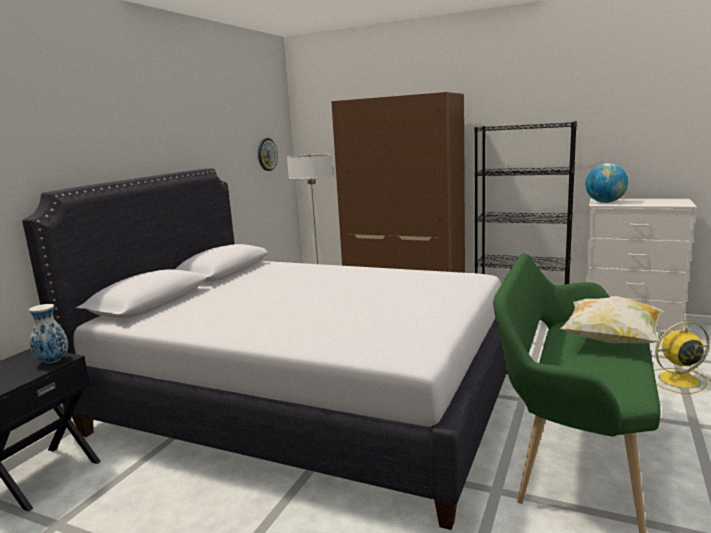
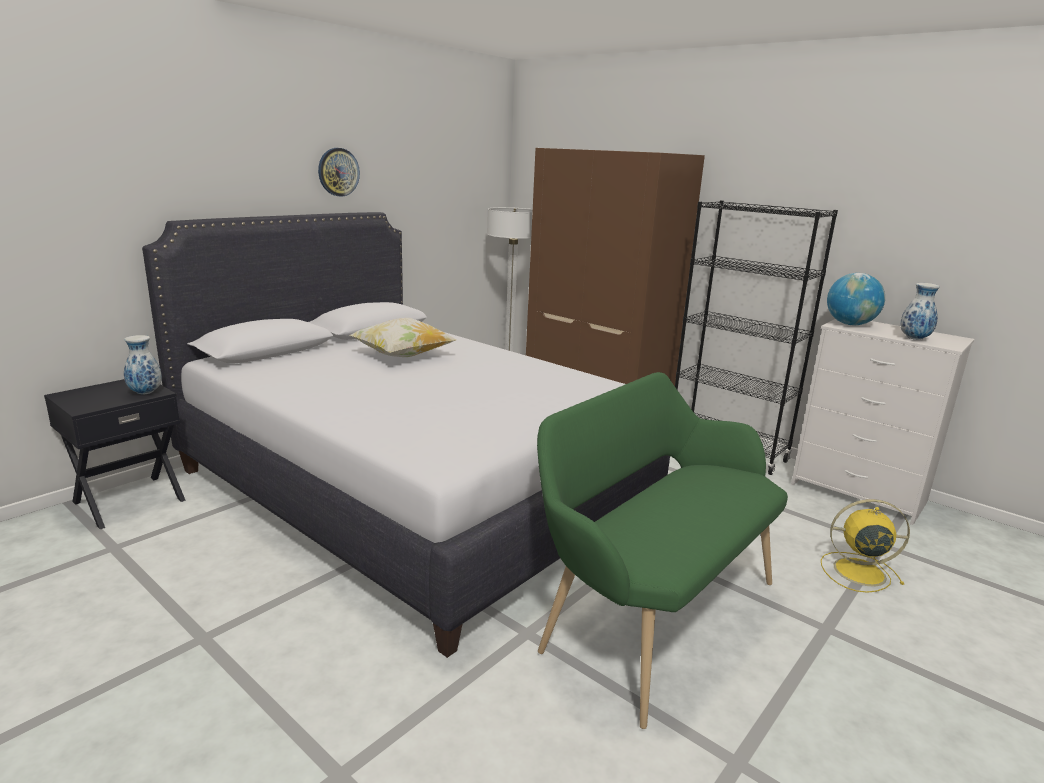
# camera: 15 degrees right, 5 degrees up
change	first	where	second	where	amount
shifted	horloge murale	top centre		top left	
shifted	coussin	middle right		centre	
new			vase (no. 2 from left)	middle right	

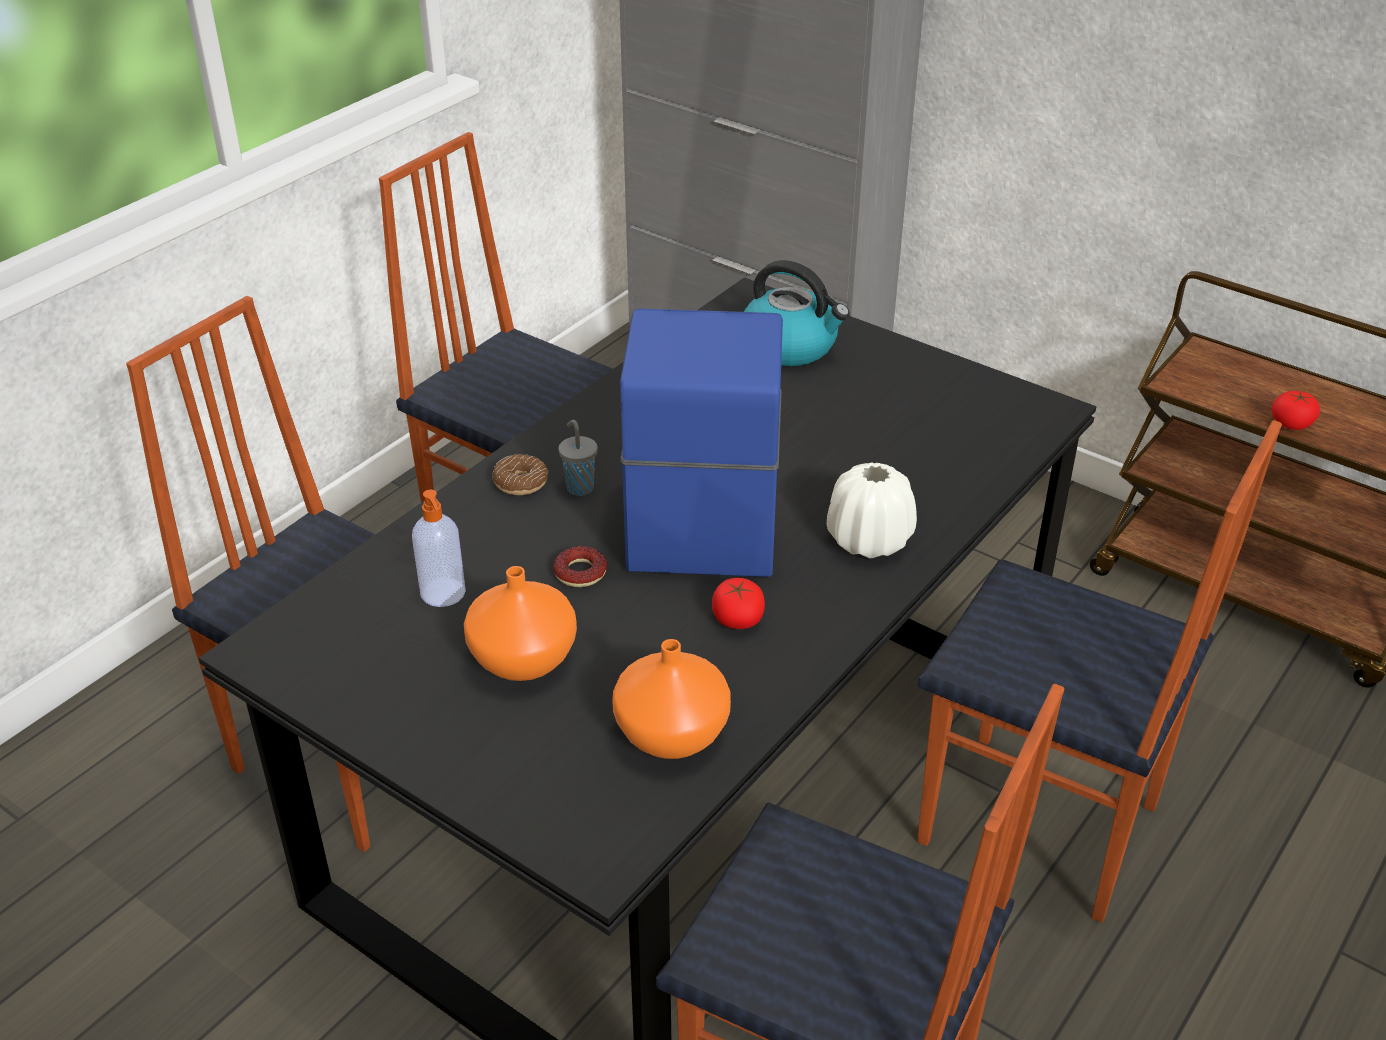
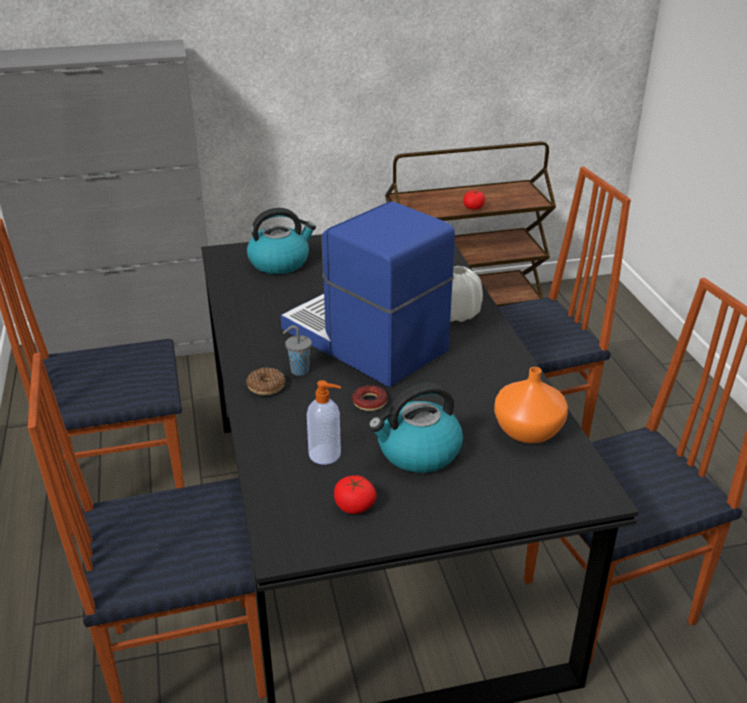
# camera: 50 degrees left, 5 degrees down
change	first	where	second	where	amount
shifted	tomate (no. 1 from left)	centre		bottom centre	
swapped	vase [orange] (no. 1 from left)	centre	bouilloire (no. 2 from left)	centre	

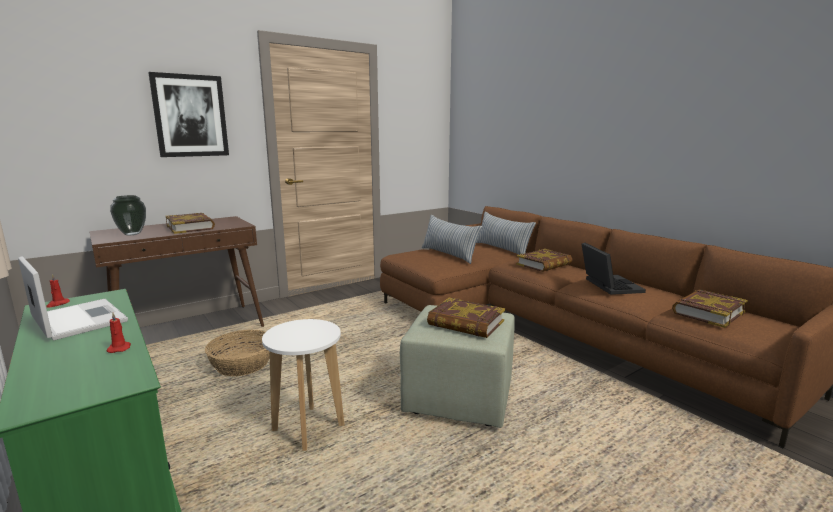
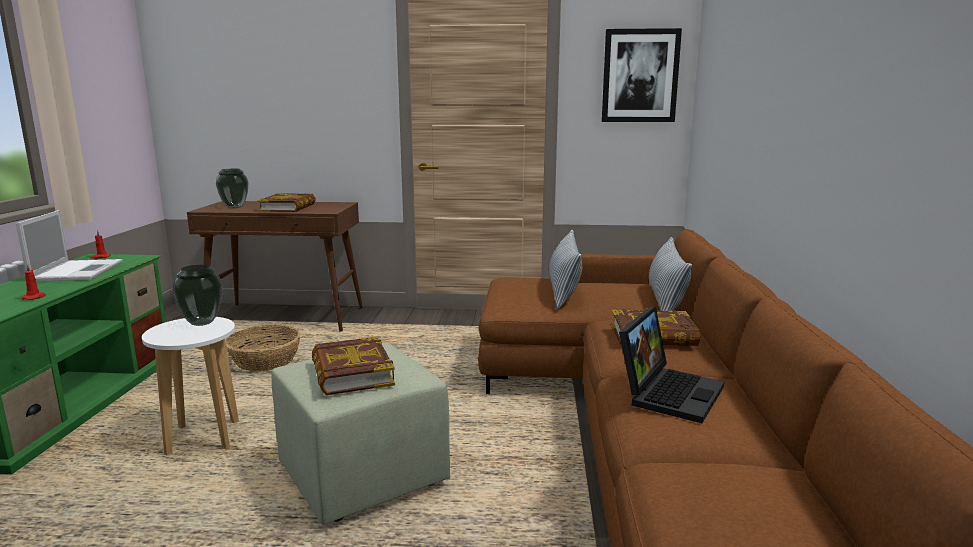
# camera: 40 degrees right, 0 degrees up
change	first	where	second	where	amount
new			vase (no. 1 from left)	middle left	
shifted	tableau	top left		top centre	
gone	livre (no. 4 from left)	middle right			

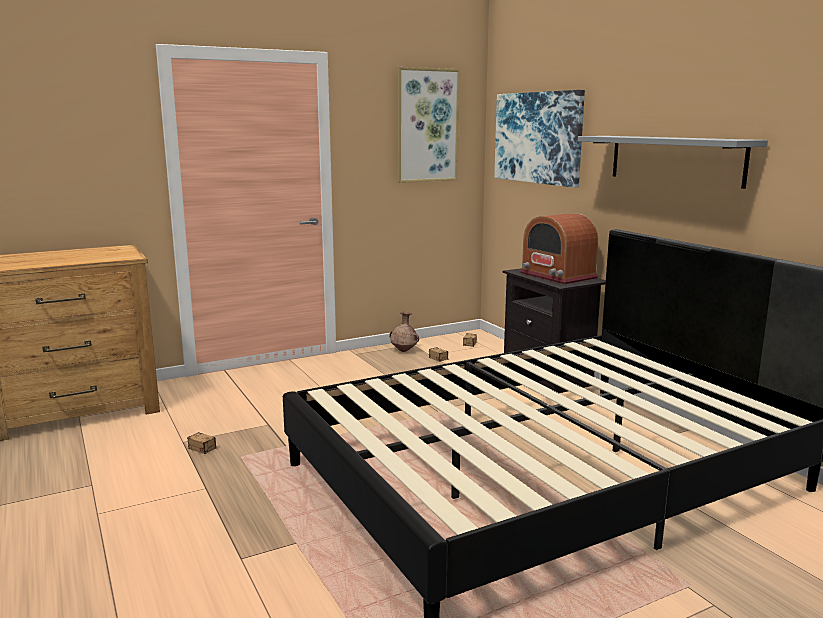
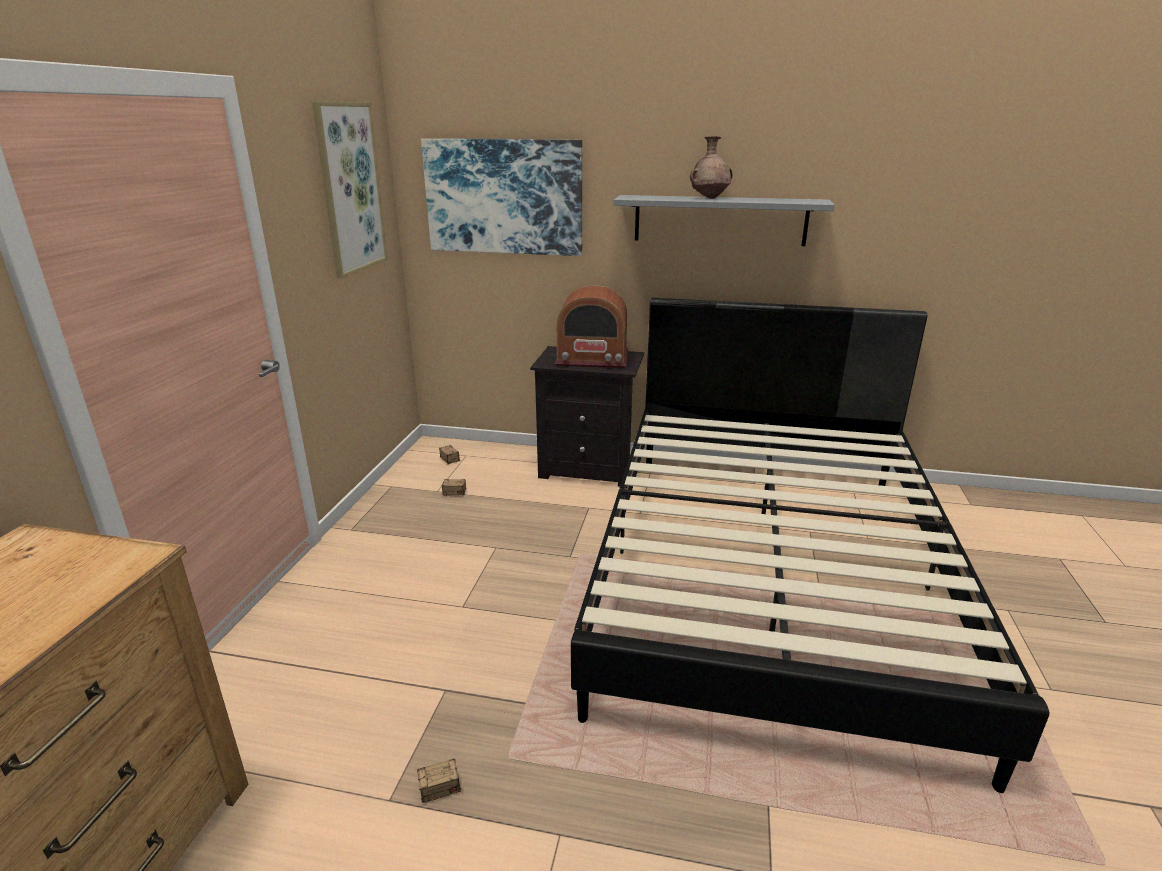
# camera: 50 degrees left, 10 degrees up
change	first	where	second	where	amount
shifted	vase [marron]	centre		top centre	

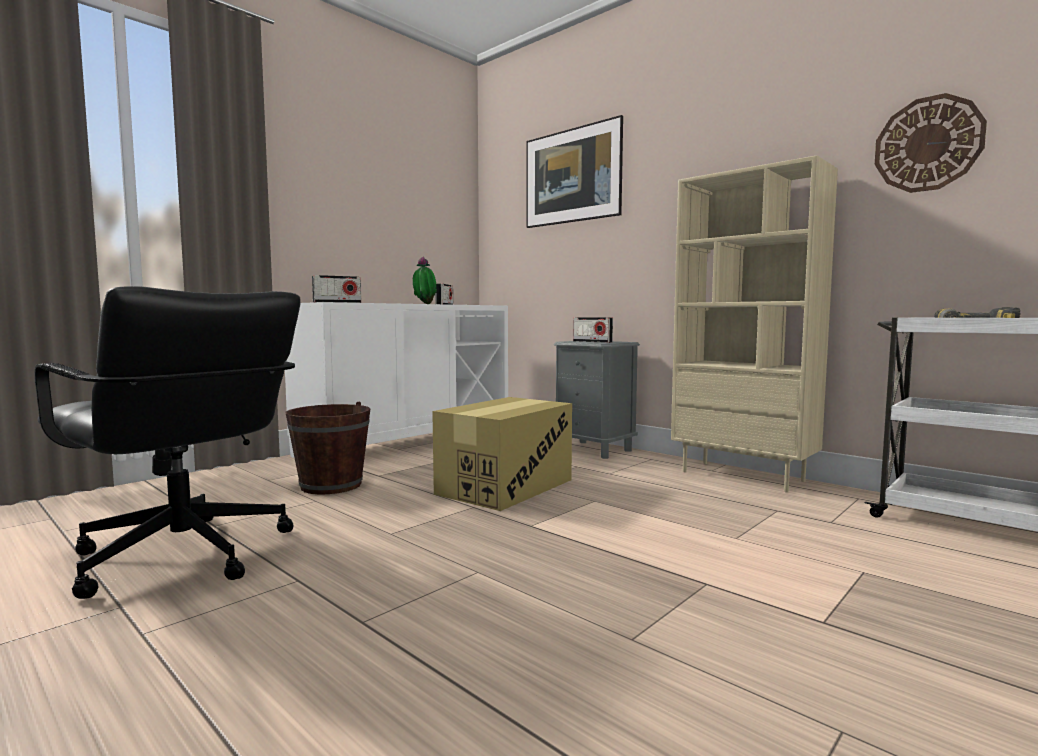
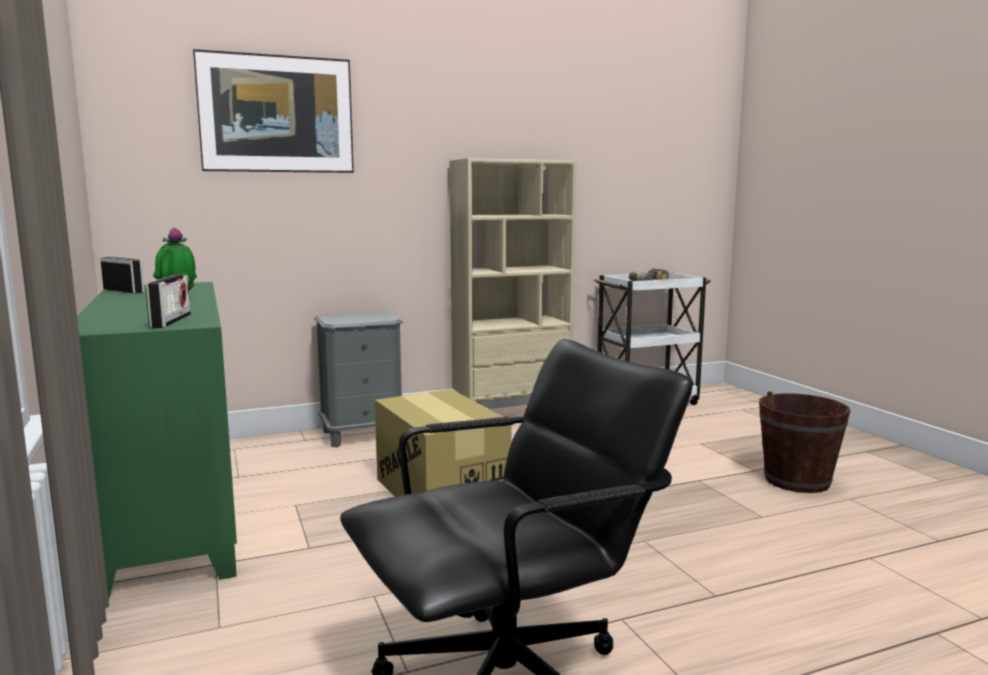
# camera: 65 degrees left, 5 degrees up
change	first	where	second	where	amount
repainted	meuble de rangement [blanc]	centre	meuble de rangement [vert]	middle left	
shifted	seau [marron]	middle left		middle right	
gone	radio (no. 3 from left)	centre			
gone	horloge murale	top right			

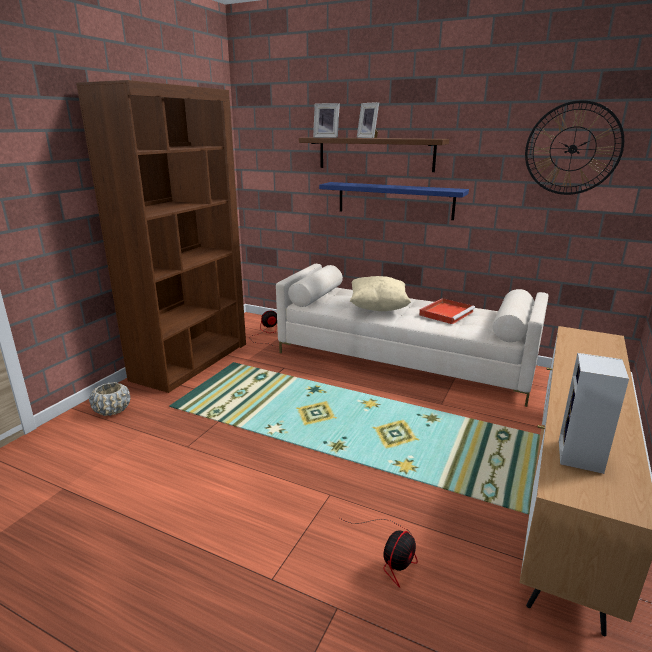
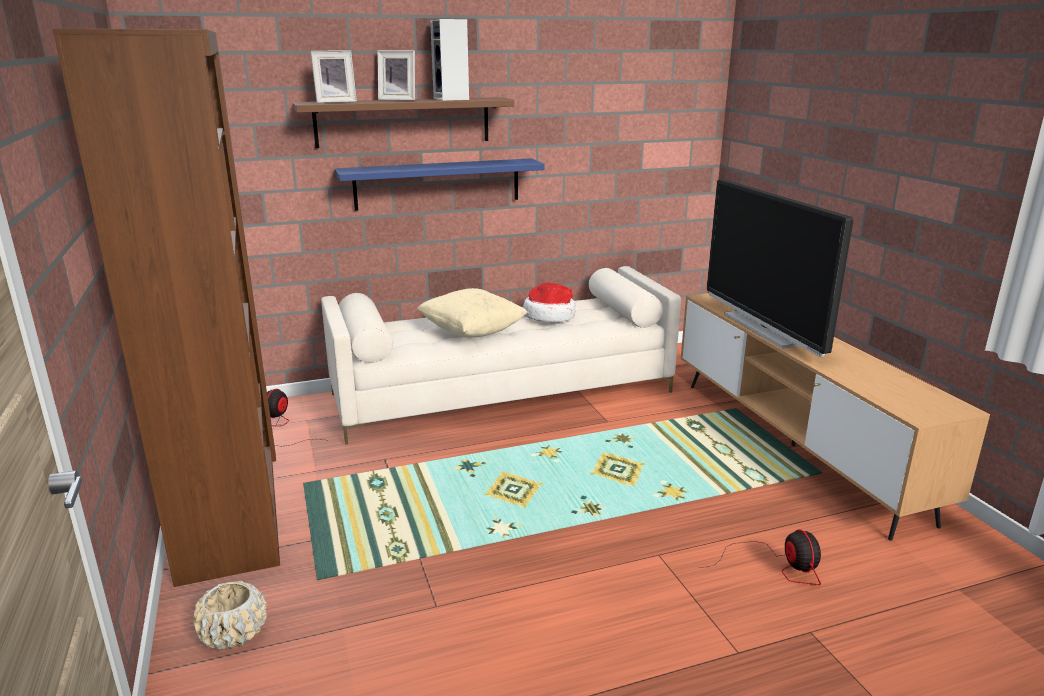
# camera: 45 degrees left, 0 degrees up
change	first	where	second	where	amount
shifted	enceinte	middle right		top centre	
swapped	plateau [rouge]	middle right	chapeau	centre	
new			téléviseur	middle right	
gone	horloge murale	top right			

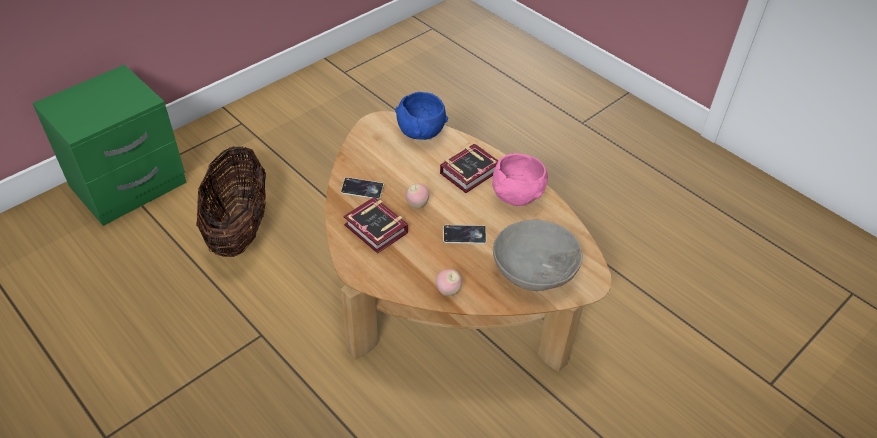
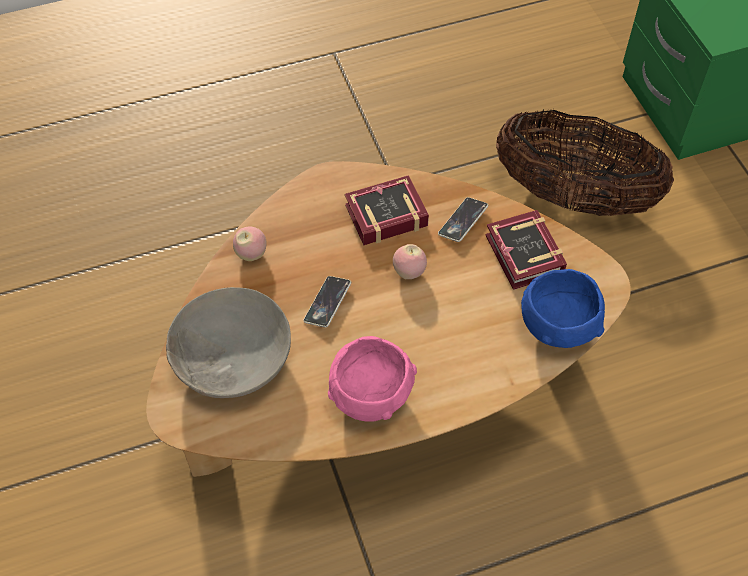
# camera: 115 degrees right, 10 degrees up
change	first	where	second	where	amount
shifted	livre (no. 2 from left)	centre		middle right	

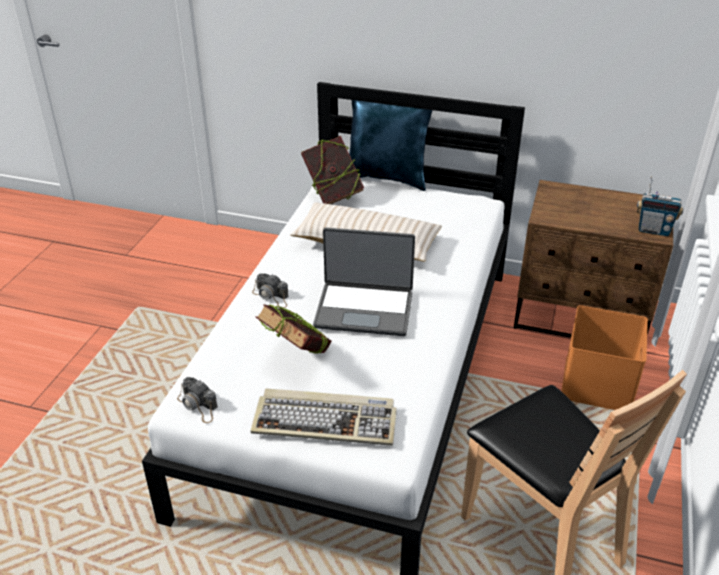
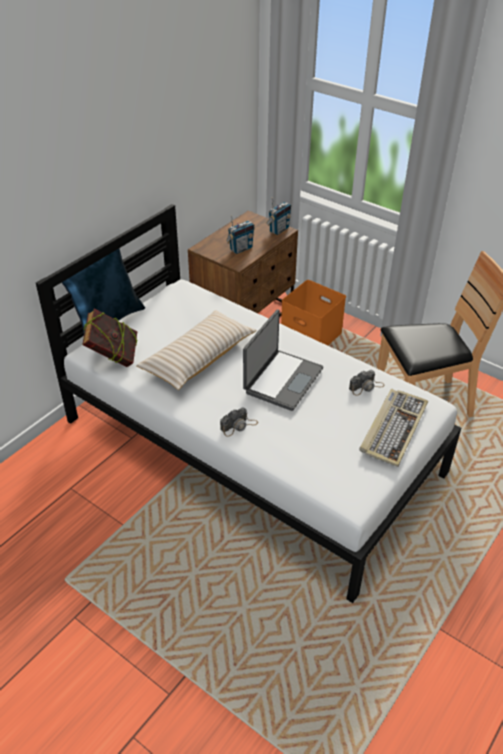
# camera: 70 degrees left, 5 degrees up
change	first	where	second	where	amount
new			radio (no. 1 from left)	top centre	
shifted	appareil photo (no. 1 from left in the first image)	bottom left	appareil photo (no. 2 from left)	middle right	
gone	livre (no. 1 from left)	centre			

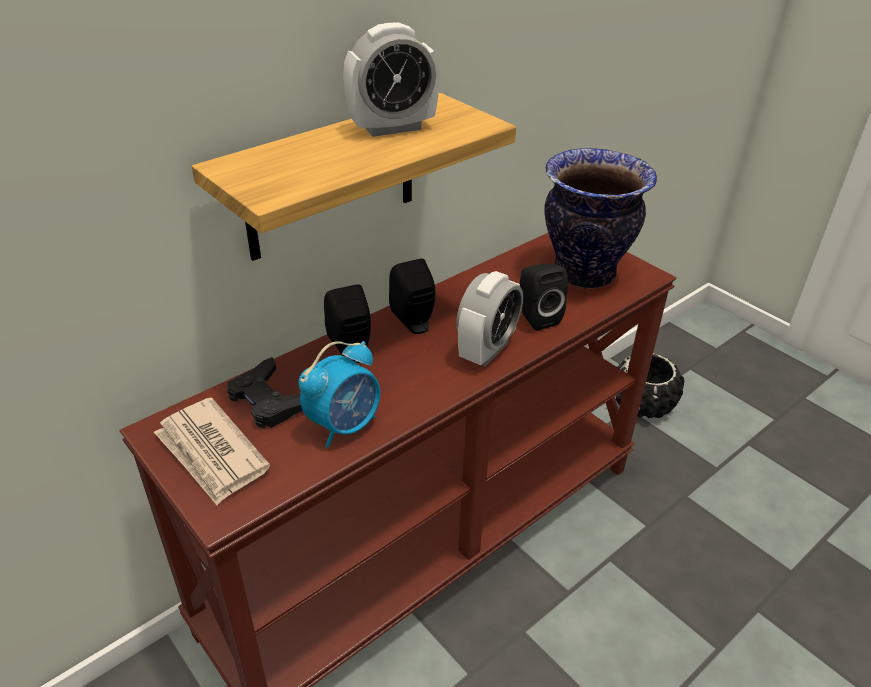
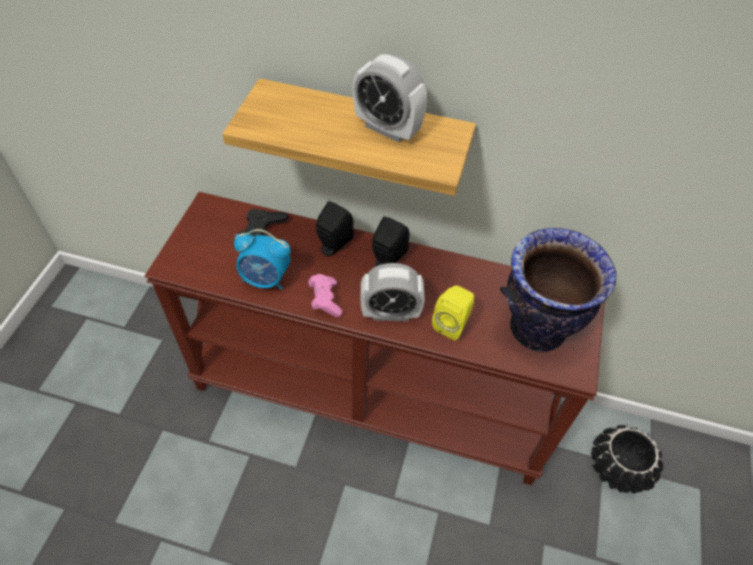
# camera: 55 degrees right, 15 degrees up
change	first	where	second	where	amount
new			manette [rose]	centre	
repainted	enceinte [noir] (no. 3 from left)	centre	enceinte [jaune]	centre	
gone	journal	middle left			

